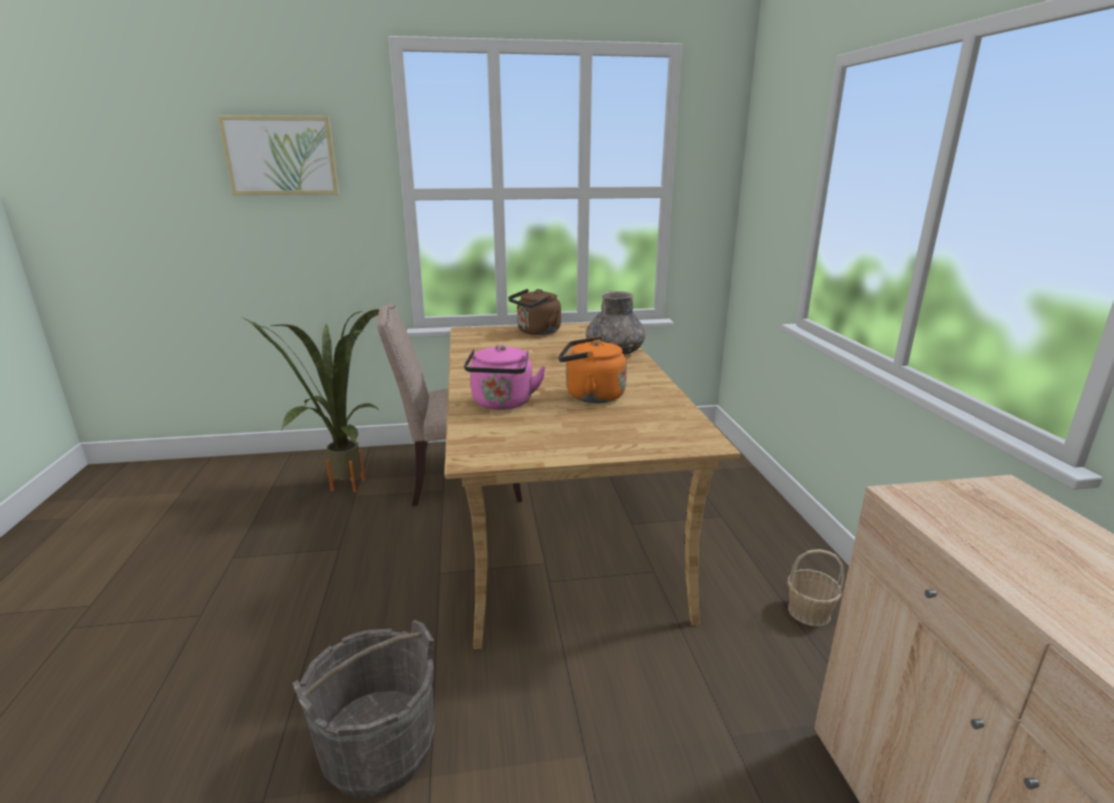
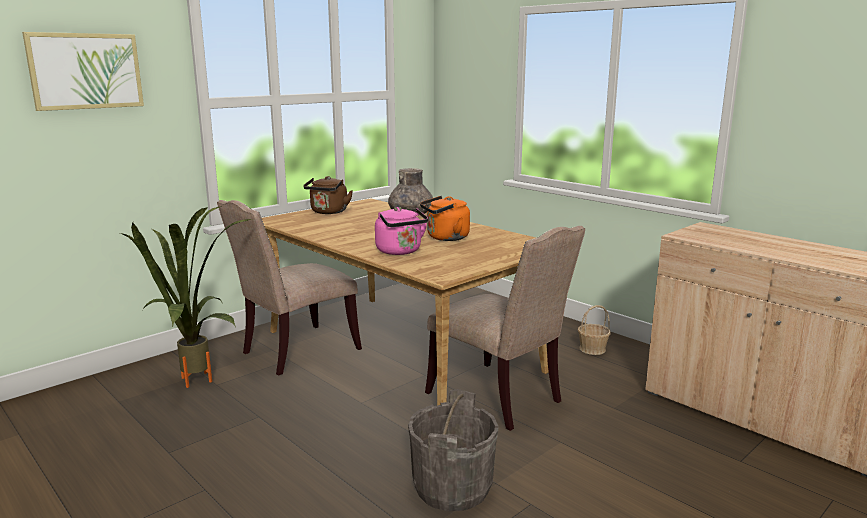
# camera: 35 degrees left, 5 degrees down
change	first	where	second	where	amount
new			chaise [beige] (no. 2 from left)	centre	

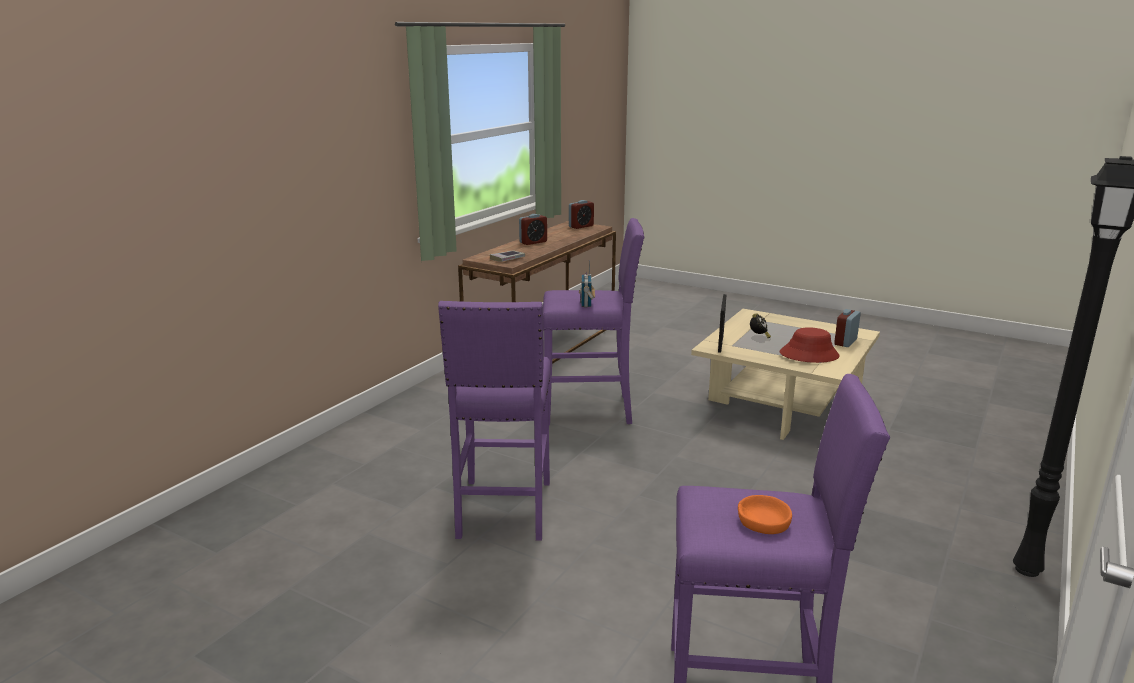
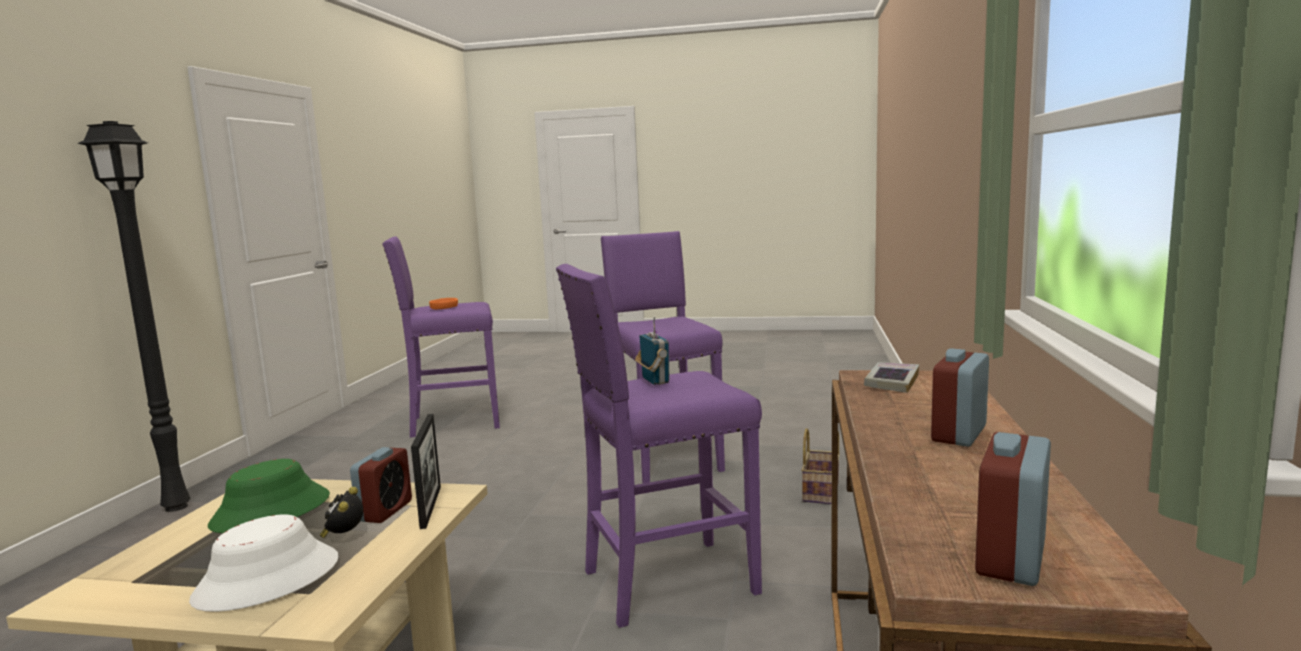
# camera: 160 degrees right, 10 degrees down
change	first	where	second	where	amount
new			chapeau [blanc]	bottom left	
repainted	chapeau [rouge]	middle right	chapeau [vert]	bottom left	
shifted	réveil (no. 4 from left in the first image)	middle right	réveil (no. 2 from left)	bottom left	
new			panier	bottom centre	

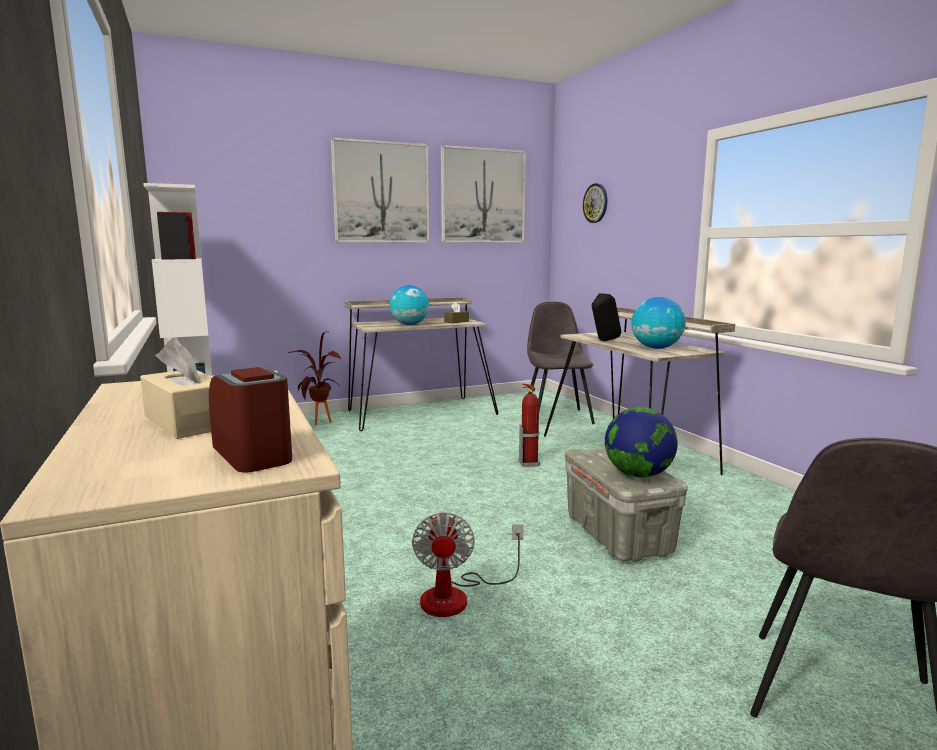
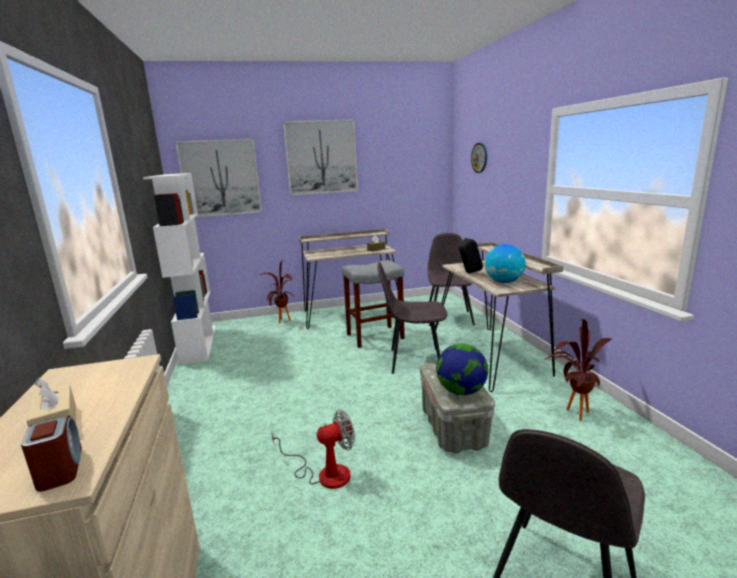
# camera: 10 degrees right, 5 degrees up
change	first	where	second	where	amount
shifted	tableau (no. 2 from left in the first image)	top centre	tableau (no. 1 from left)	top left	
rotated	ventilateur	bottom centre		bottom centre	120 degrees counterclockwise
new			tabouret [gris]	centre	
swapped	extincteur	centre	chaise [gris] (no. 1 from left)	centre	
new			plante en pot (no. 2 from left)	middle right	
gone	globe (no. 1 from left)	centre			

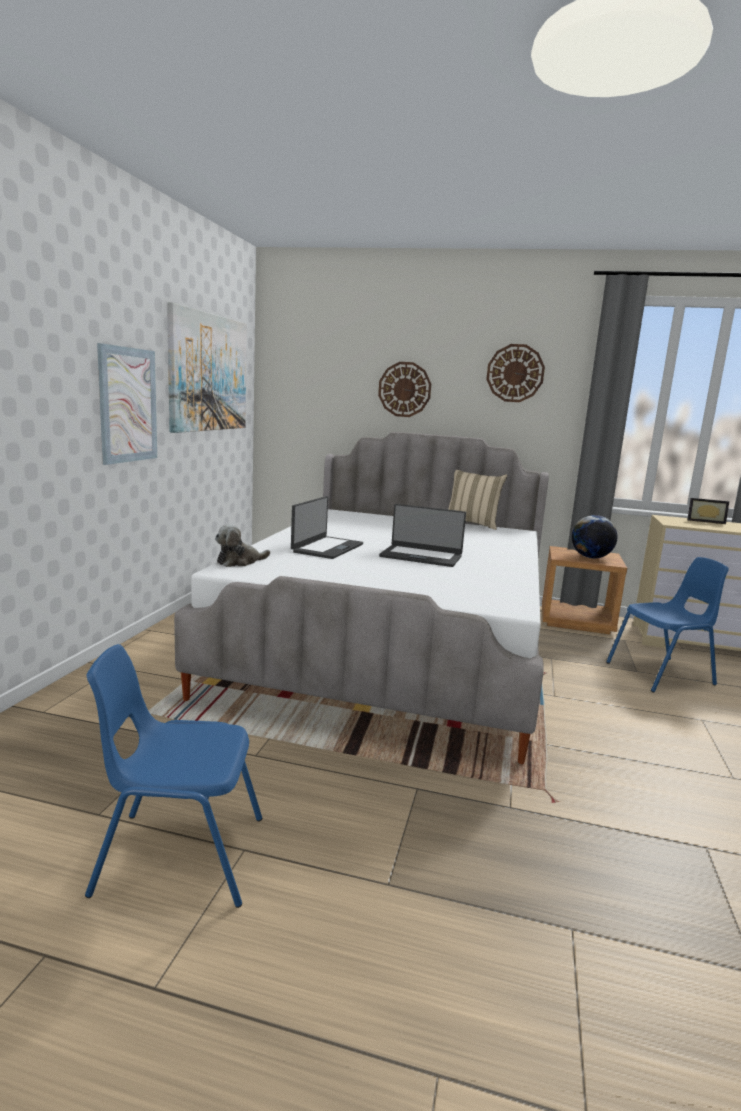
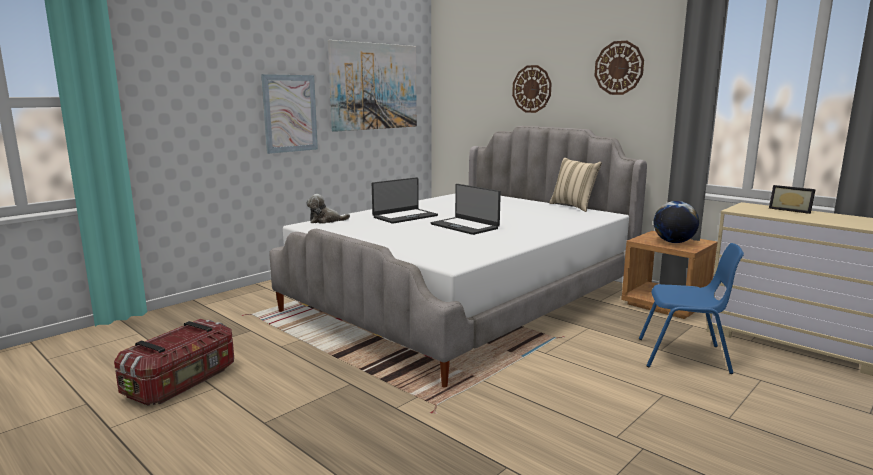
# camera: 30 degrees right, 0 degrees up
change	first	where	second	where	amount
swapped	chaise [bleu] (no. 1 from left)	bottom left	boîte de rangement	bottom left	

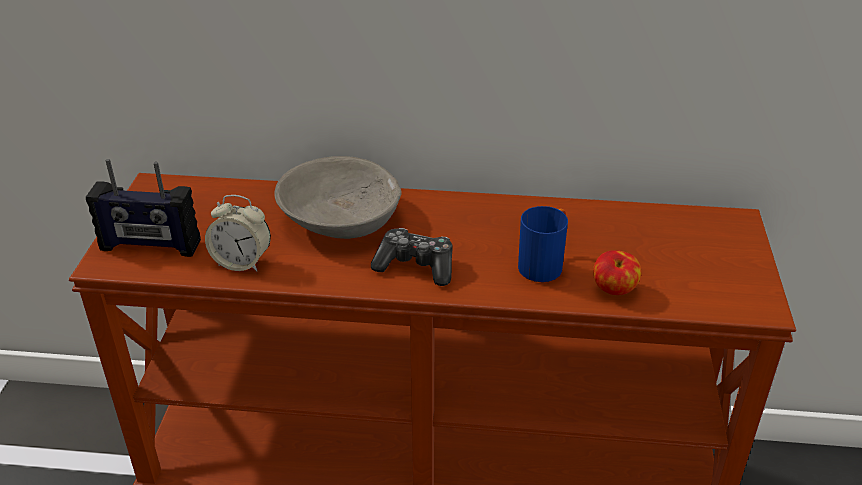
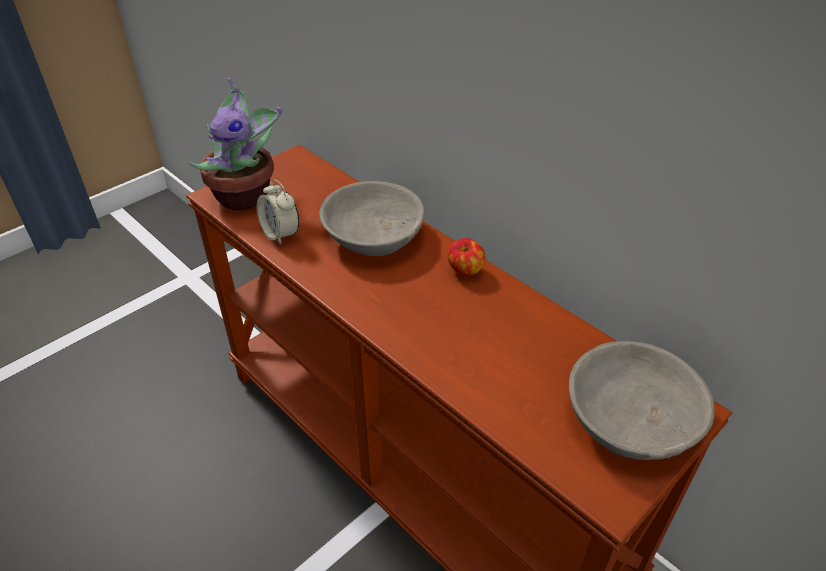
# camera: 40 degrees right, 5 degrees up
change	first	where	second	where	amount
swapped	radio	middle left	plante en pot	top left	
shifted	pomme	middle right		centre	
new			bol [gris] (no. 2 from left)	bottom right	
gone	manette	centre			
gone	mug [bleu]	centre			

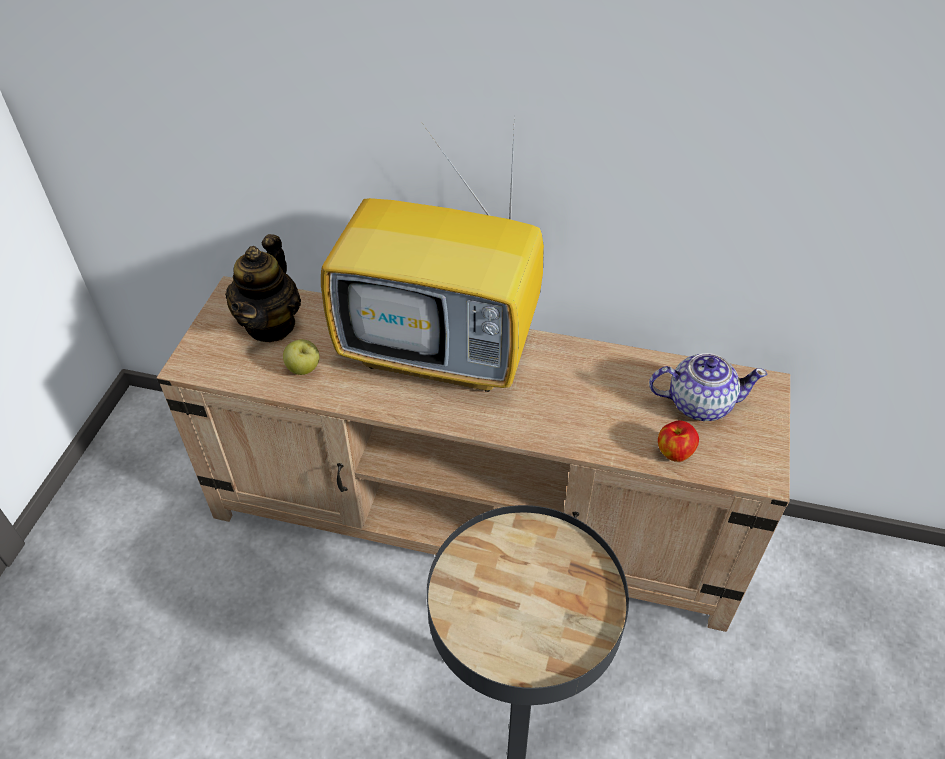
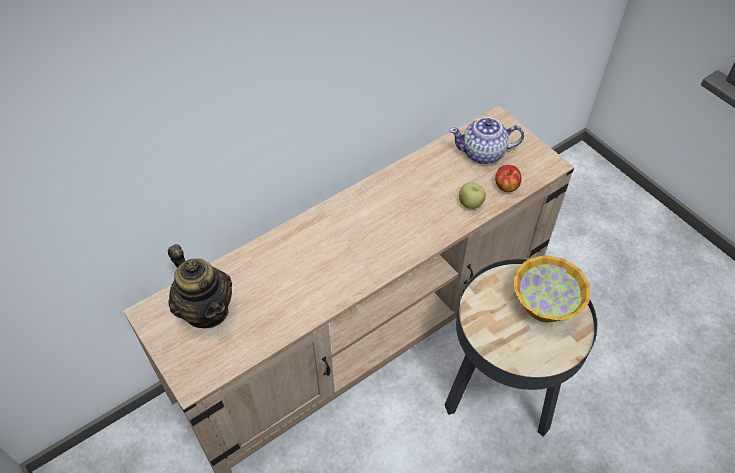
# camera: 50 degrees left, 5 degrees up
change	first	where	second	where	amount
rotated	théière (no. 2 from left)	middle right		top centre	135 degrees counterclockwise
shifted	pomme (no. 1 from left)	middle left		centre	
new			bol	middle right	
gone	téléviseur	top centre			

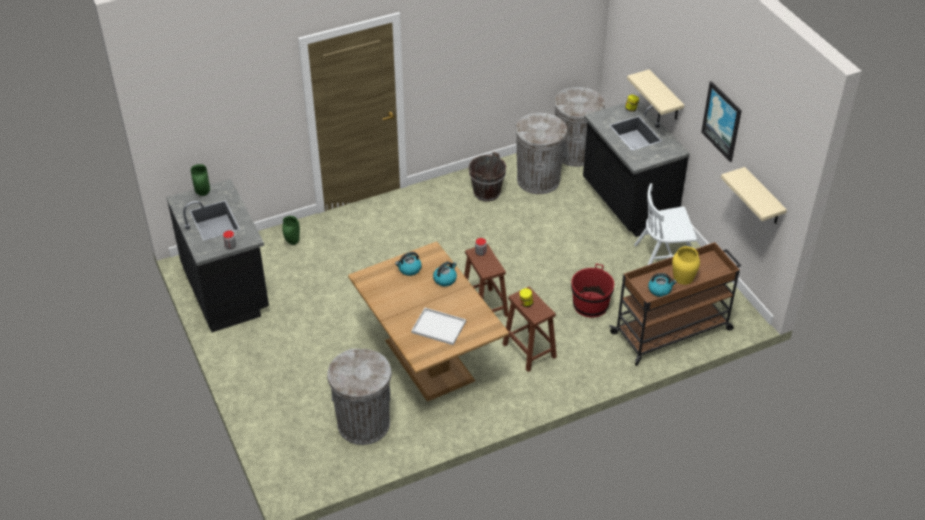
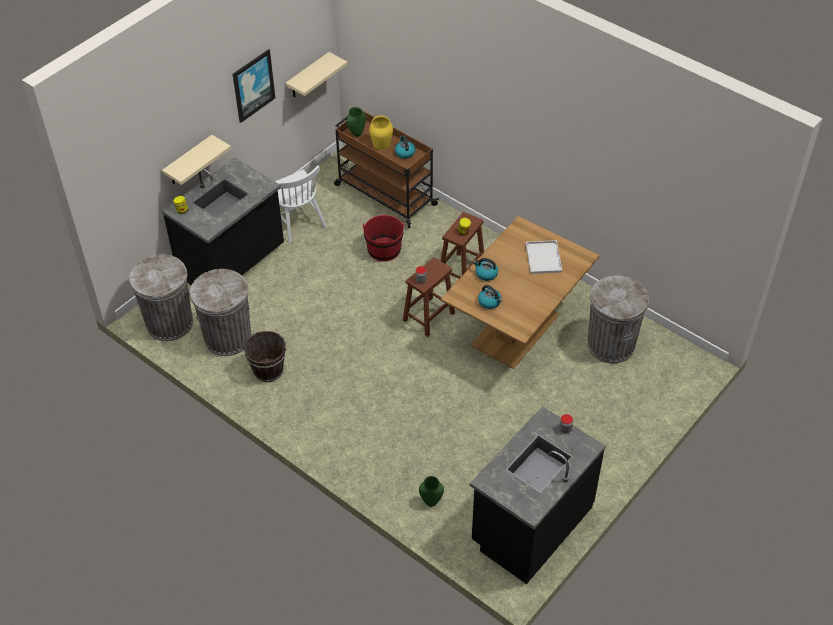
# camera: 115 degrees left, 5 degrees up
change	first	where	second	where	amount
shifted	vase [vert] (no. 1 from left)	middle left		top centre	

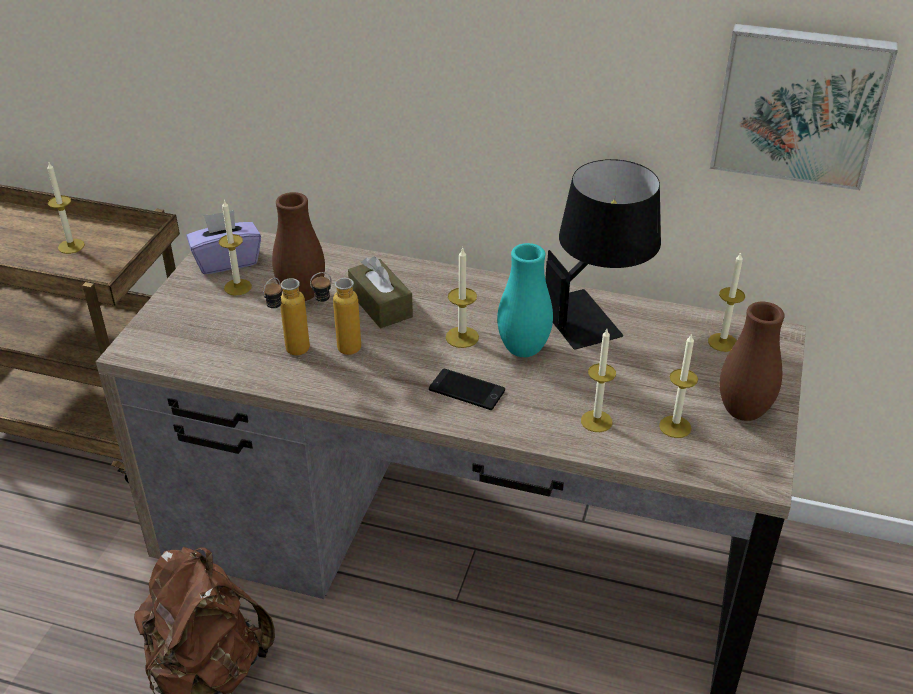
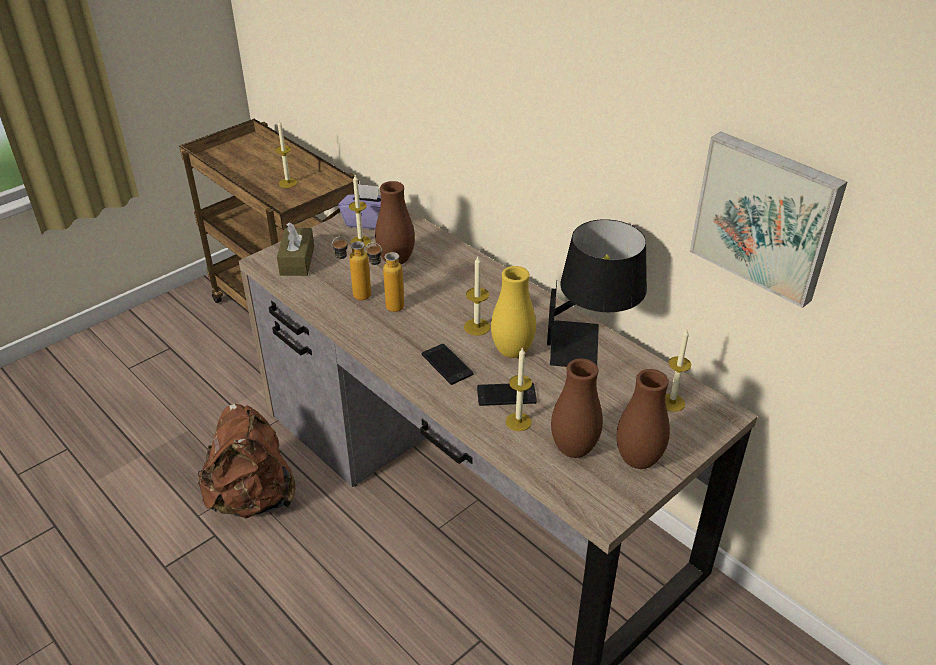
# camera: 30 degrees right, 0 degrees up
change	first	where	second	where	amount
shifted	boîte à mouchoirs [marron]	centre		middle left	
new			téléphone (no. 2 from left)	centre	
repainted	vase [turquoise]	centre	vase [jaune]	centre	
swapped	bougie (no. 5 from left)	middle right	vase [marron] (no. 2 from left)	centre	

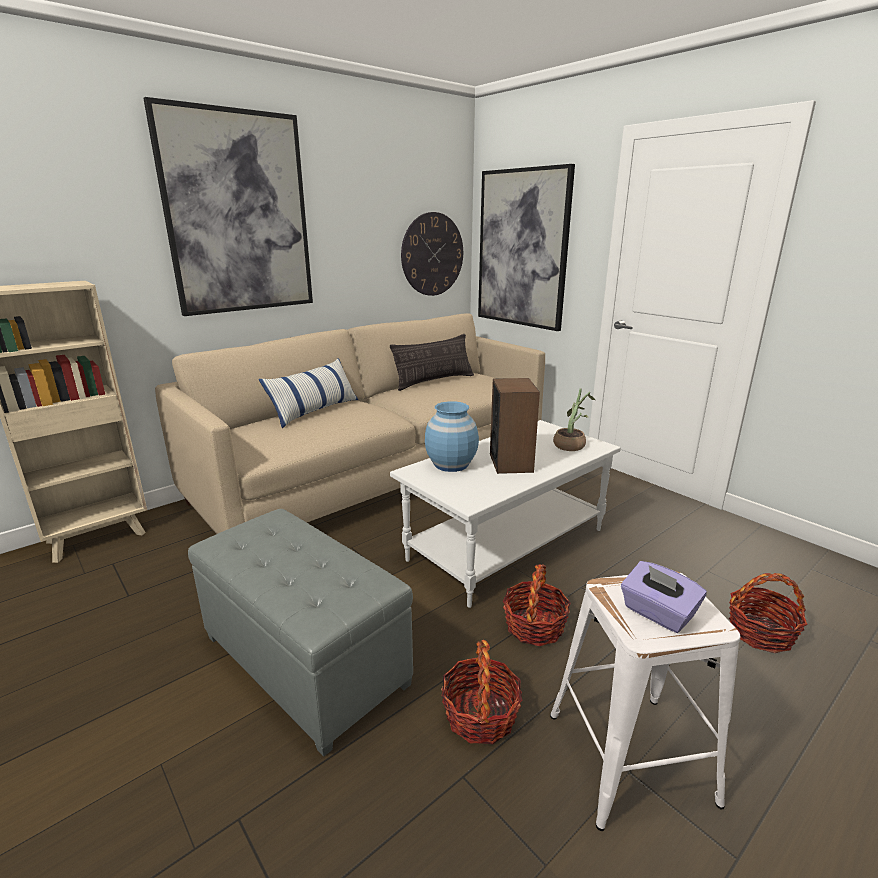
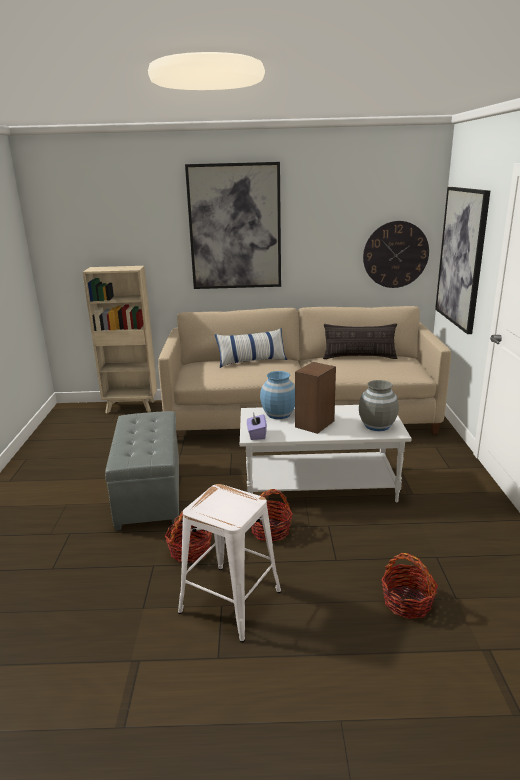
# camera: 40 degrees right, 0 degrees up
change	first	where	second	where	amount
shifted	boîte à mouchoirs [violet]	bottom right		centre	
swapped	plante en pot	centre	vase [gris]	middle right	

